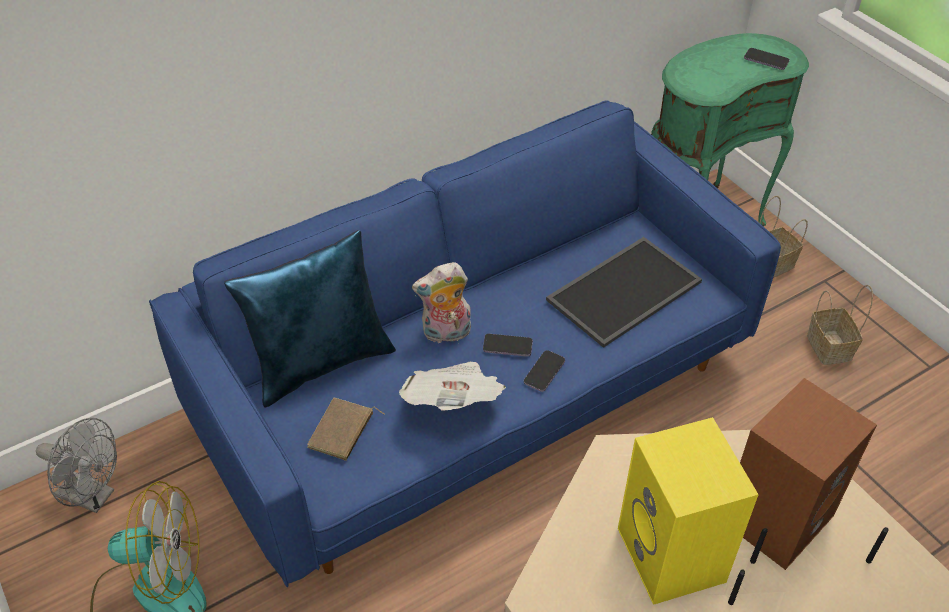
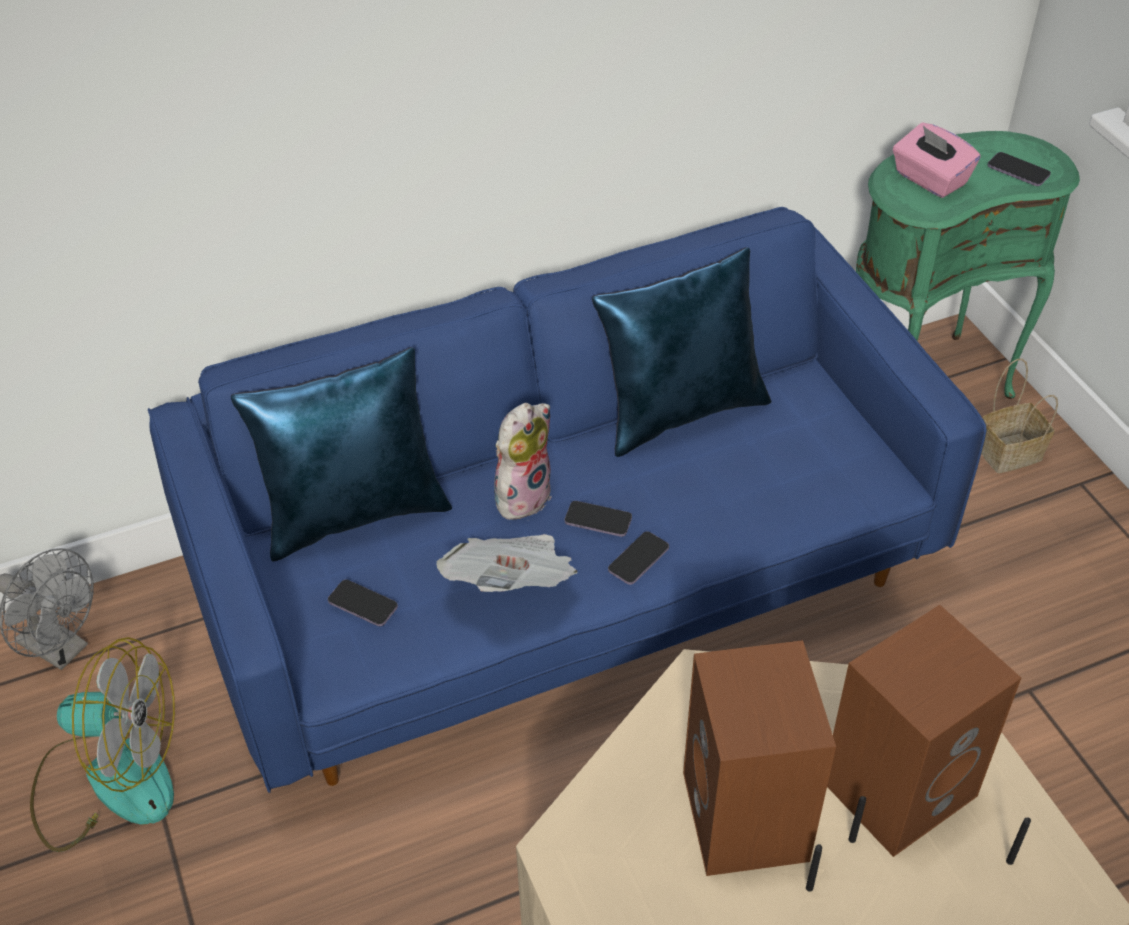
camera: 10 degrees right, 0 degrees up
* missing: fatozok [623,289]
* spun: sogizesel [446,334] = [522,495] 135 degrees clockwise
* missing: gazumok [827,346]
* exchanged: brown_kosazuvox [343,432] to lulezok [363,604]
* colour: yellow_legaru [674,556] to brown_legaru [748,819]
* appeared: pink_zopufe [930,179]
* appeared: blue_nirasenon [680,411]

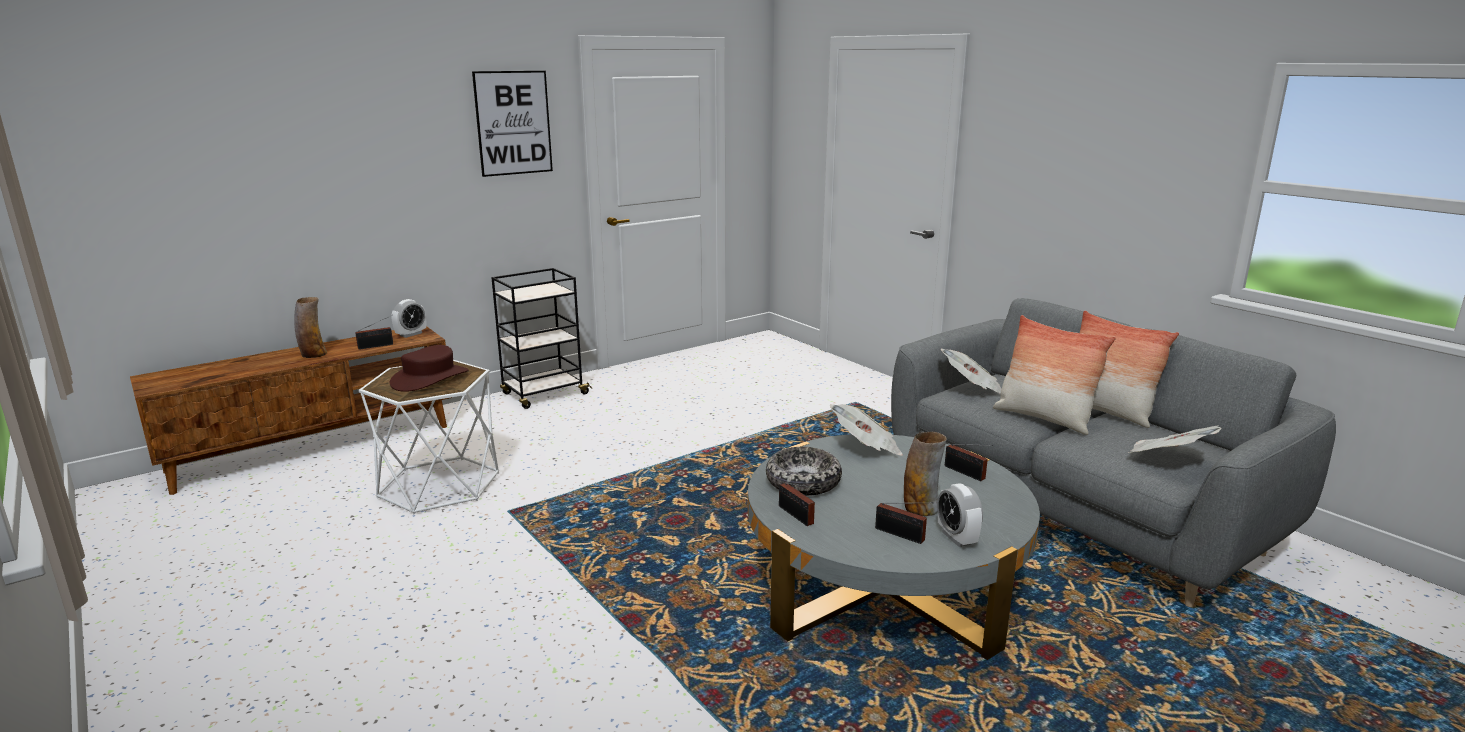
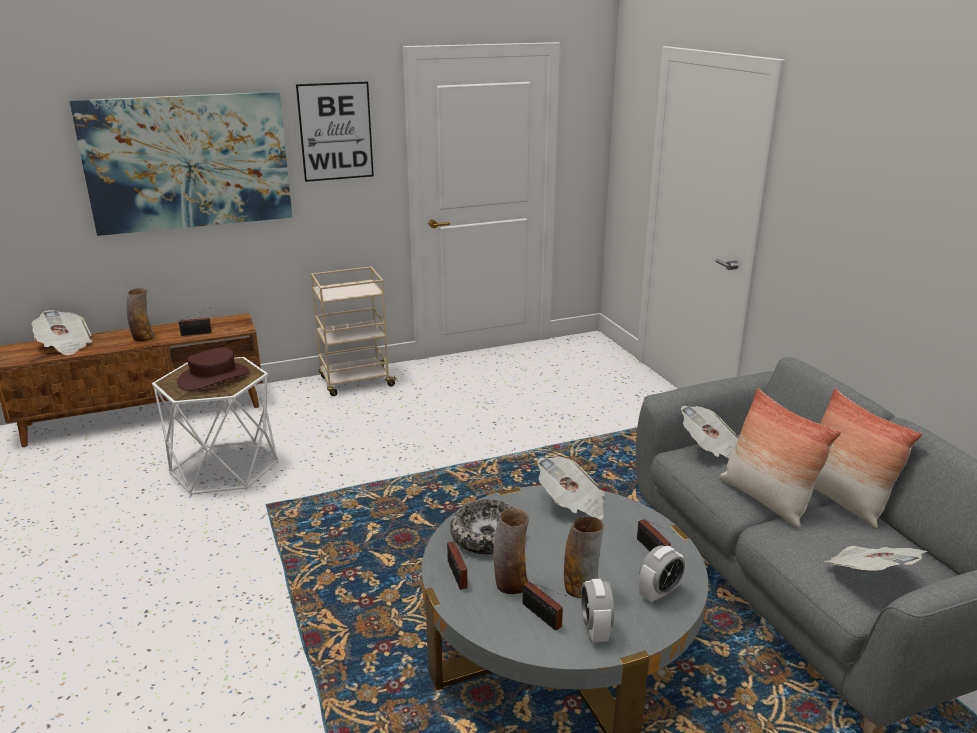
camera: 15 degrees right, 5 degrees up
* colour: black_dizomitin [544,394] to beige_dizomitin [355,382]
* relocated: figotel [411,334] to [659,594]
* appeared: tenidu [188,162]
* appeared: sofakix [65,345]
* appeared: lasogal [510,584]

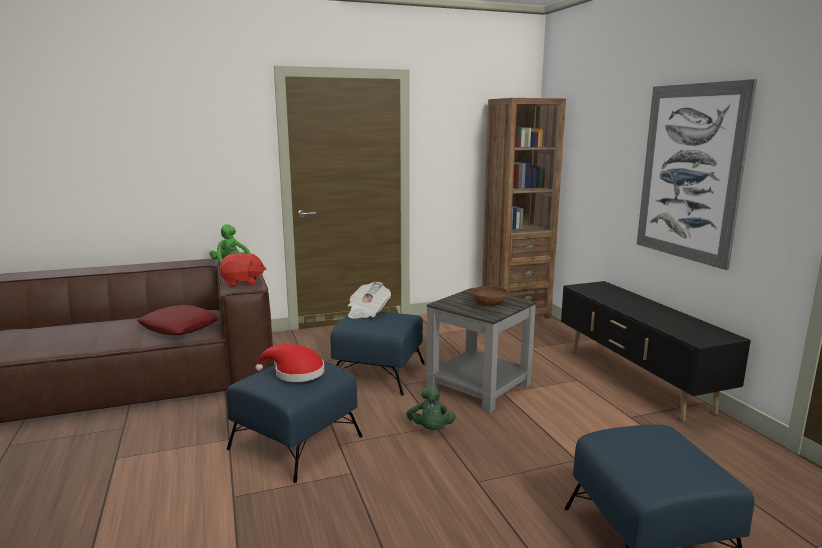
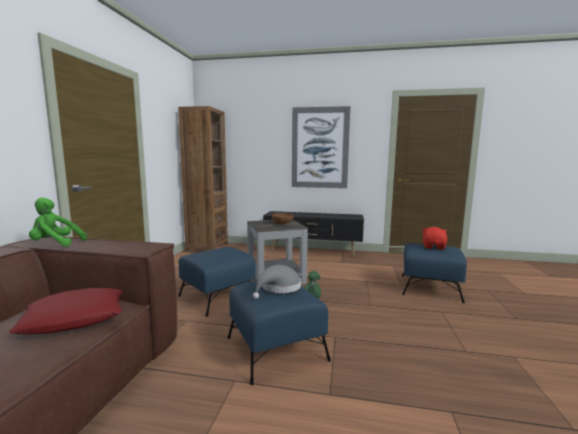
camera: 60 degrees left, 5 degrees down
* relocated: red_sogizesel [242,283] to [434,247]
* missing: sofakix [367,312]
* colour: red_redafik [295,373] to grey_redafik [279,288]

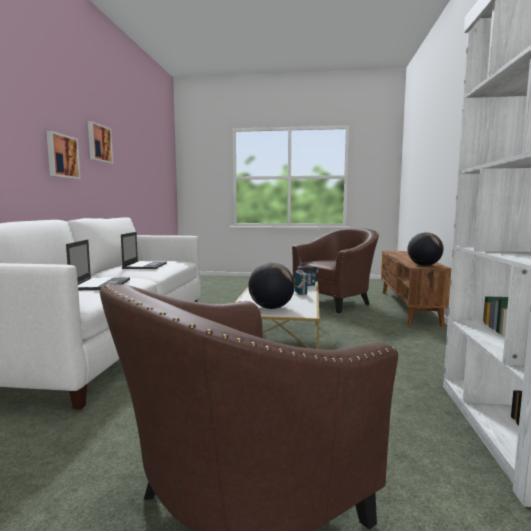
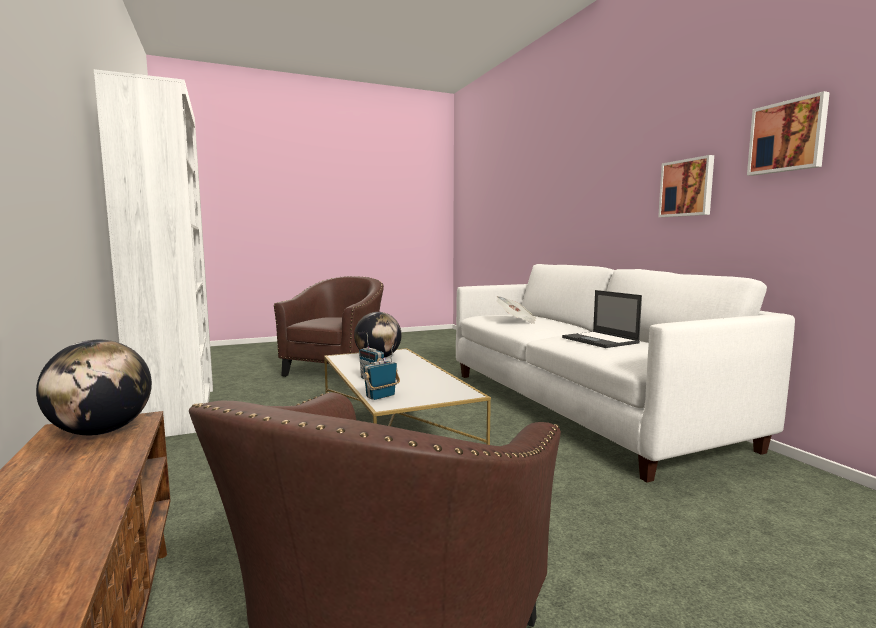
camera: 150 degrees right, 0 degrees up
* exchanged: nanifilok [101,284] to sofakix [516,321]

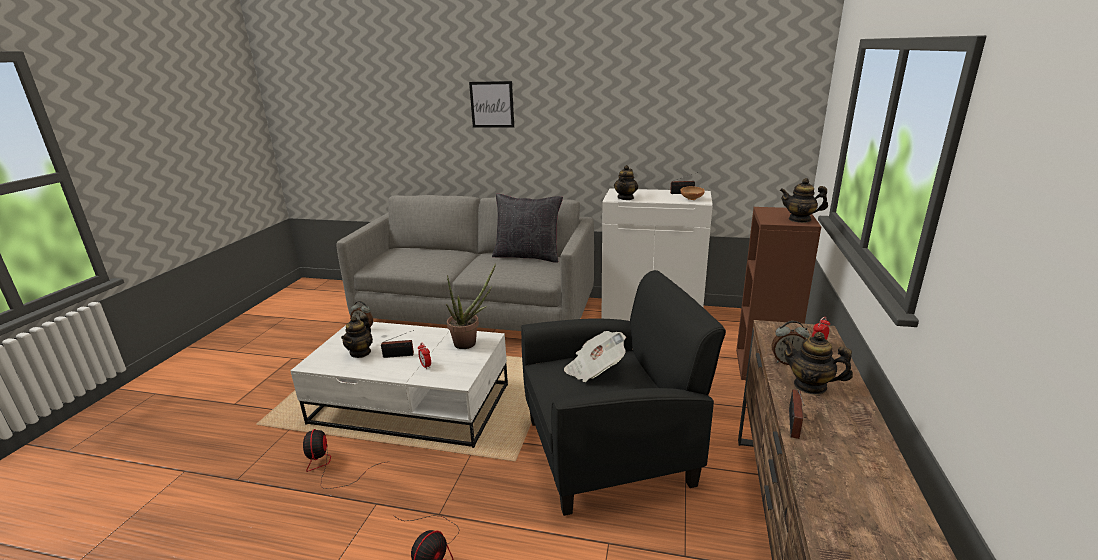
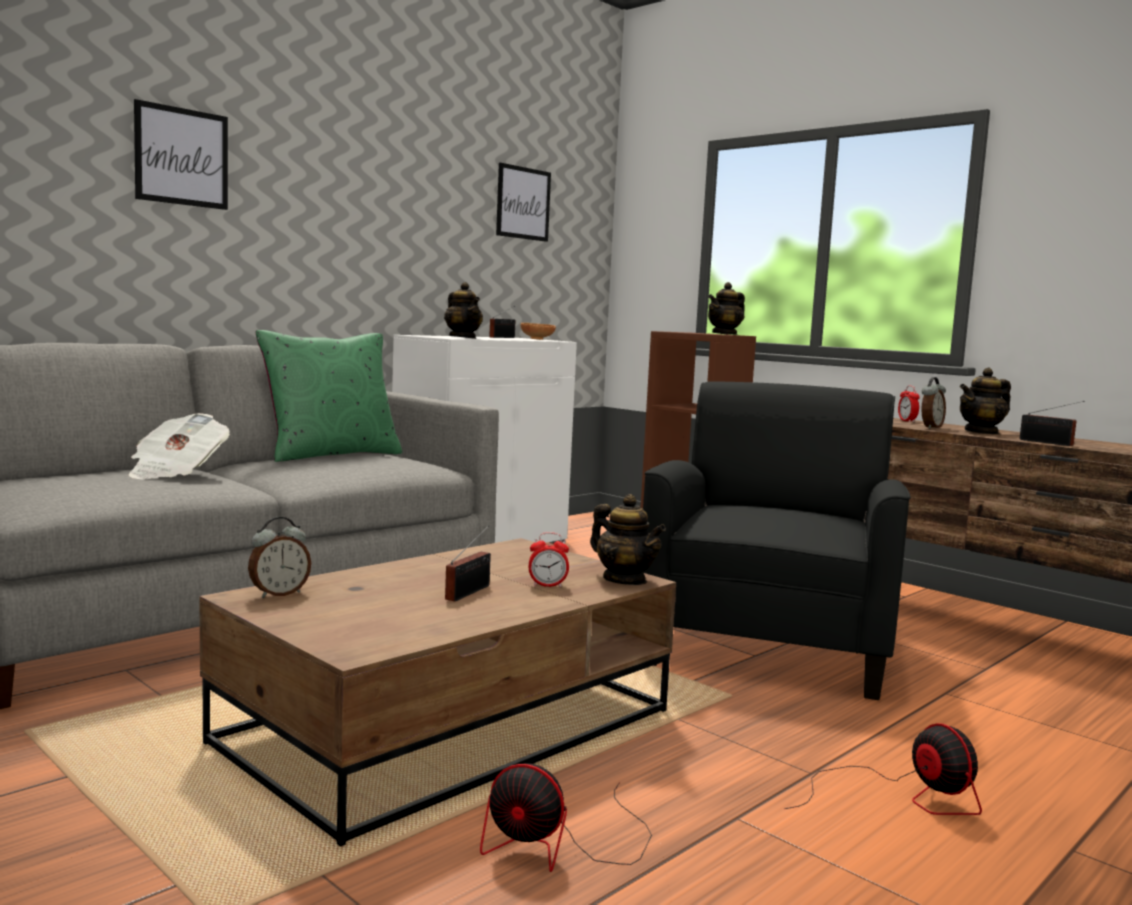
camera: 60 degrees left, 15 degrees down
* colour: black_nirasenon [528,256] to green_nirasenon [331,455]
* missing: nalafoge [470,342]
* relocated: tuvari [360,352] to [624,580]
* colour: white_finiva [412,404] to brown_finiva [450,726]
* relocated: sofakix [594,369] to [176,472]
* appeared: tenidu [523,203]

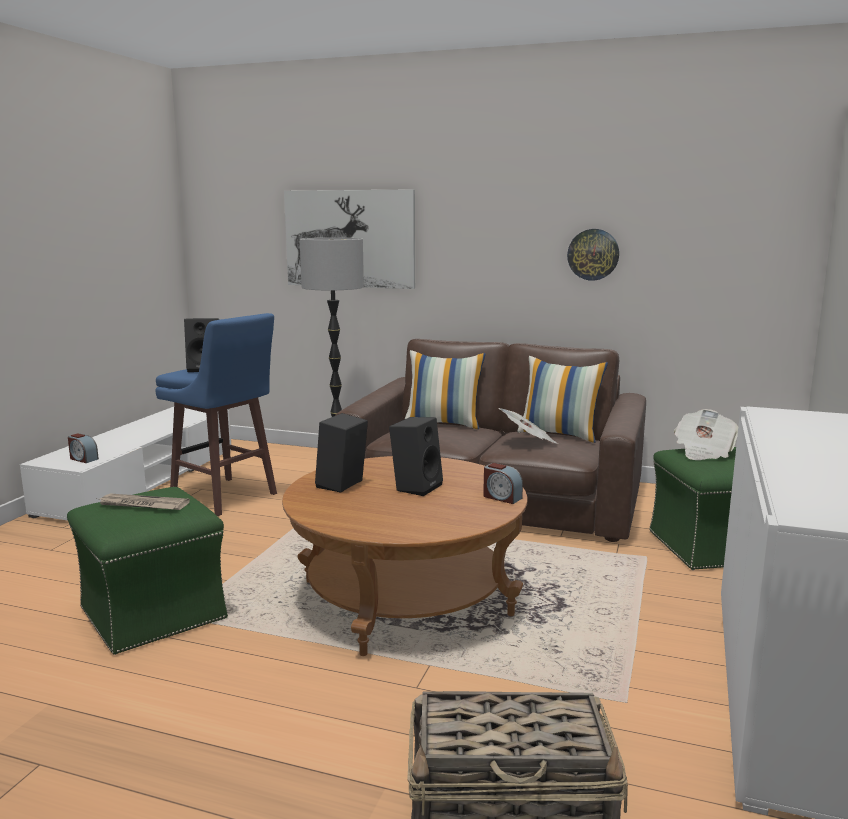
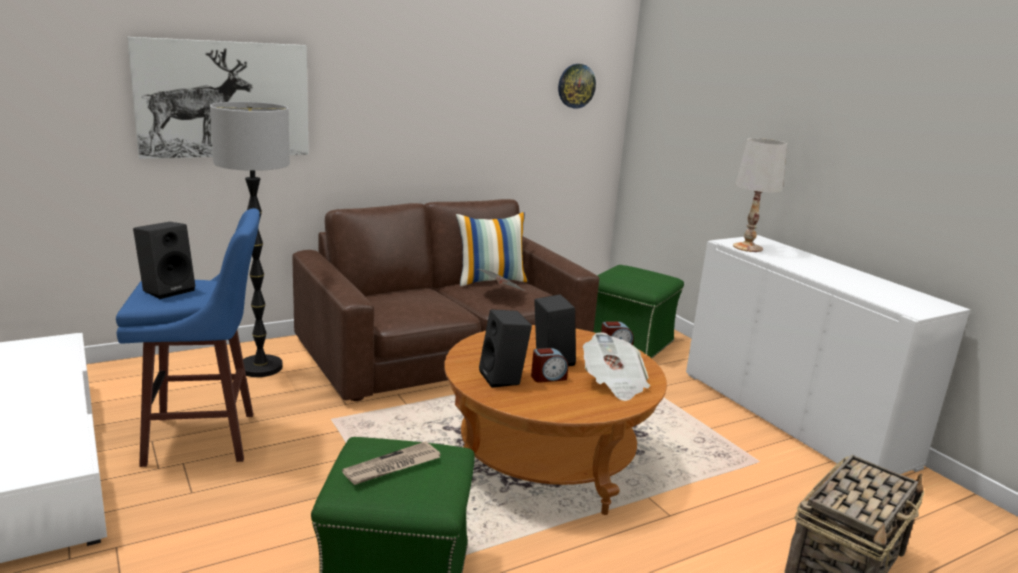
camera: 50 degrees left, 5 degrees up
* relocated: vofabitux [593,254] to [576,86]
* missing: nirasenon [443,423]
* relocated: sofakix [703,452] to [614,384]
* relocated: figotel [83,459] to [548,377]
* appeared: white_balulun [748,247]

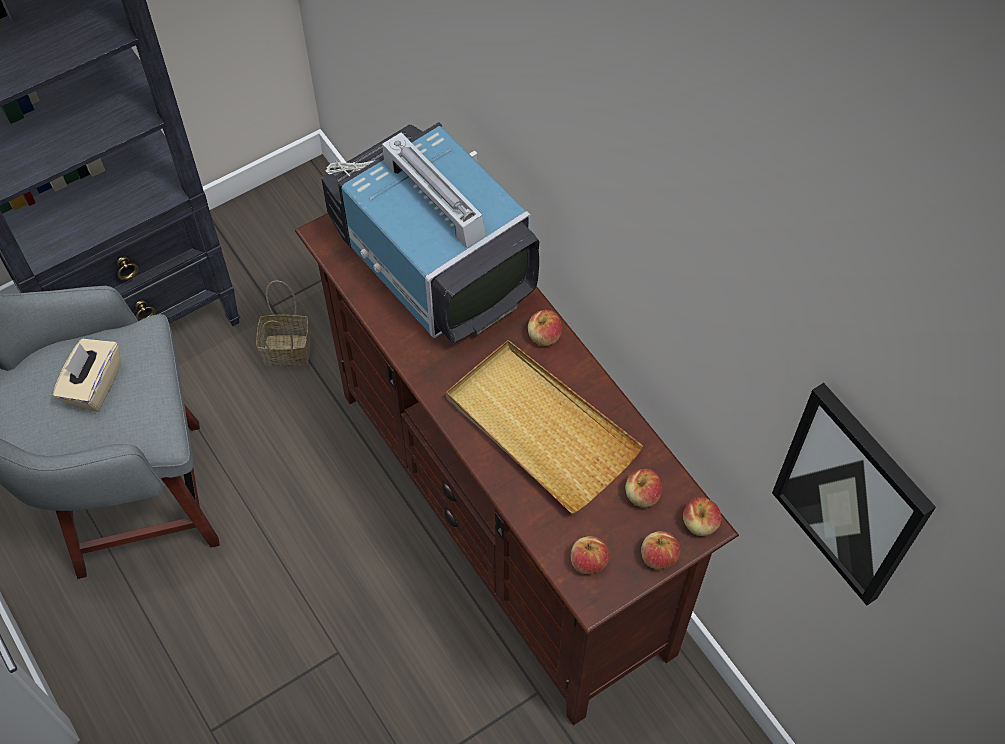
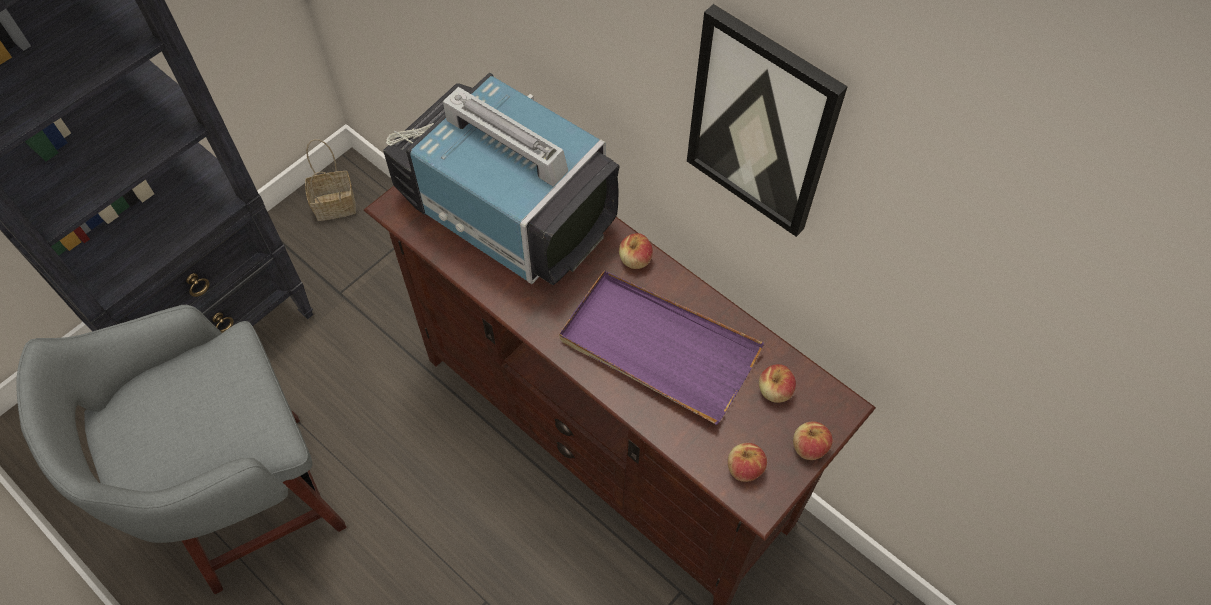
camera: 15 degrees left, 0 degrees up
* relocated: gazumok [288,349] to [336,204]
* missing: beige_zopufe [93,385]
* colour: beige_fatozok [540,428] to purple_fatozok [658,348]
* relocated: tenidu [851,495] to [761,124]
* missing: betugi [700,523]

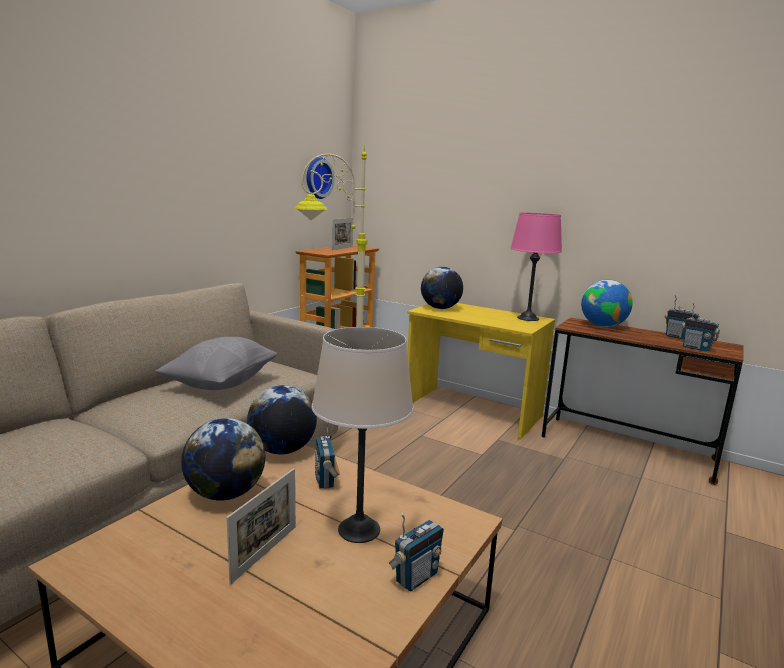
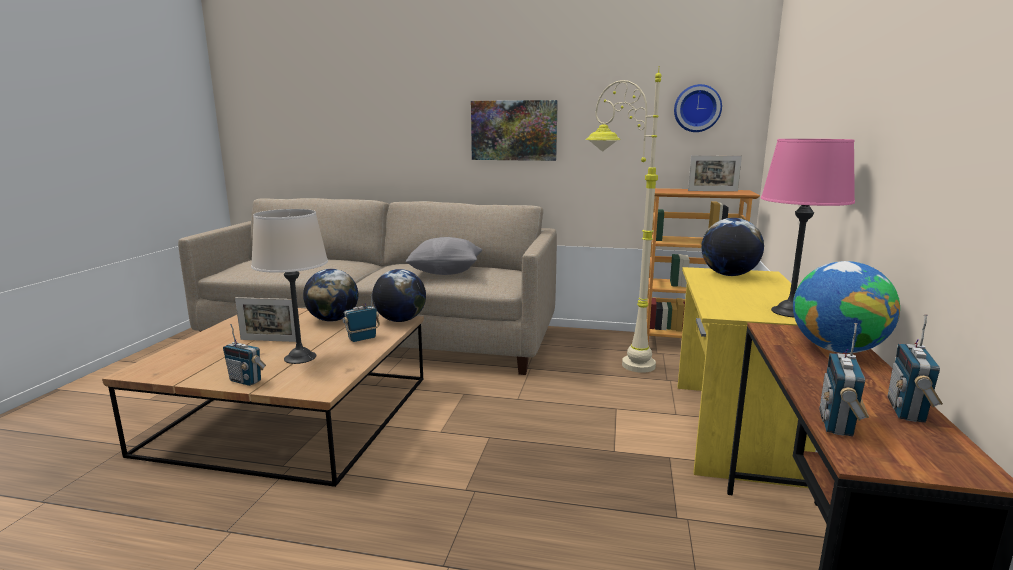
camera: 70 degrees right, 0 degrees up
* appeared: tenidu [514,130]

